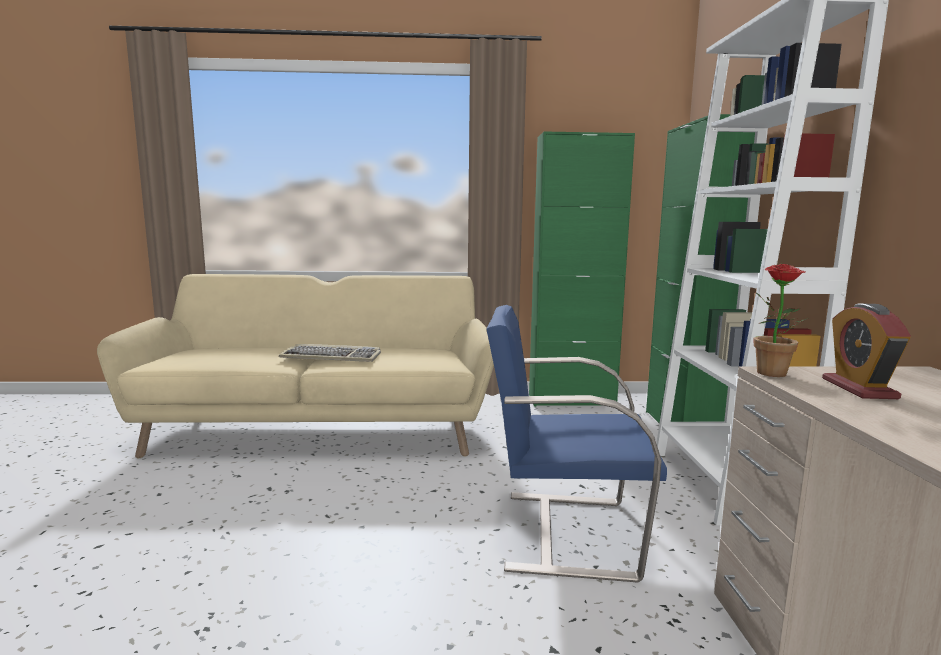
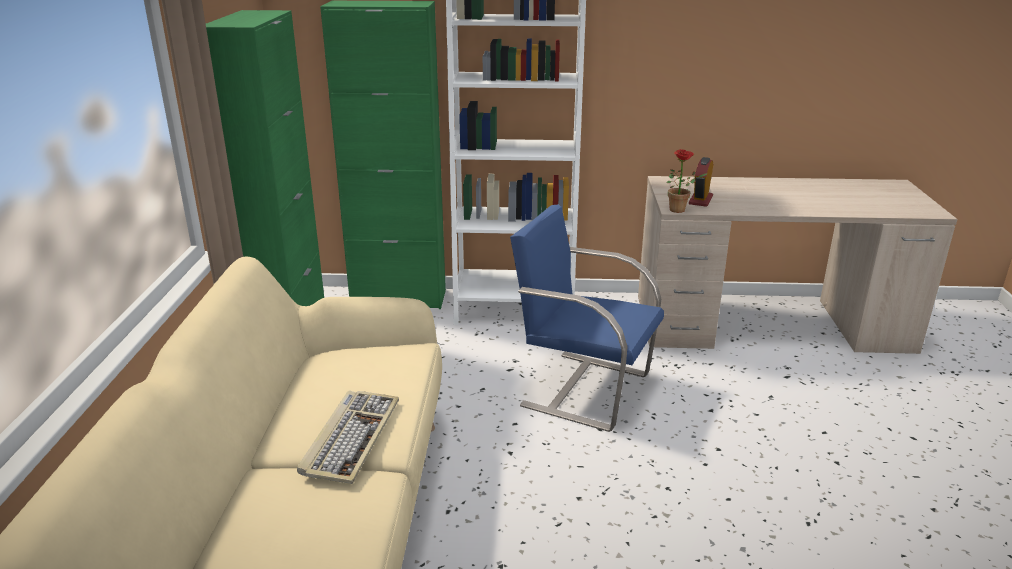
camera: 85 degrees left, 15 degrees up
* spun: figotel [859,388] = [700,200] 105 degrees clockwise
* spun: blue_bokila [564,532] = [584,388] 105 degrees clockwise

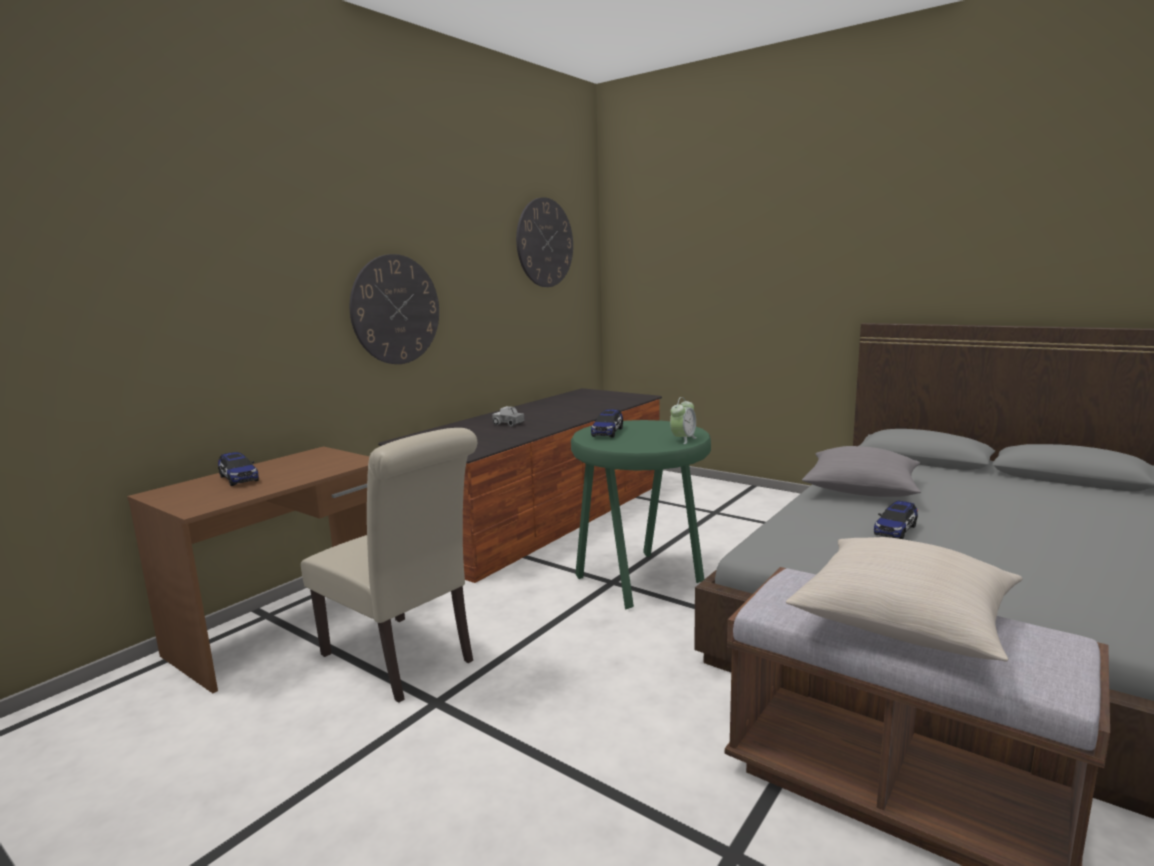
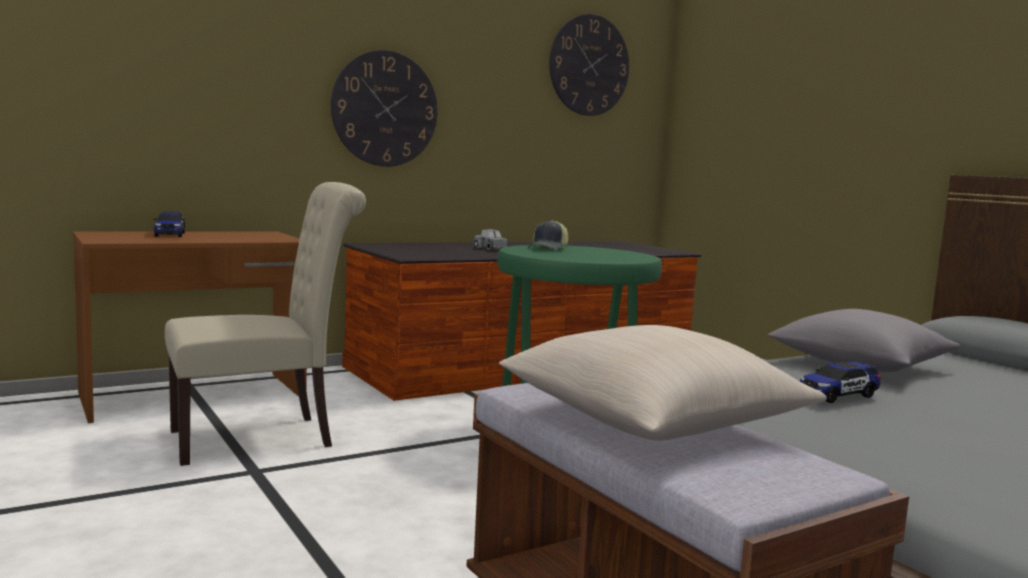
camera: 20 degrees right, 5 degrees down
* missing: figotel [683,440]
* exchanged: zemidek [607,432] to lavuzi [549,248]
* spun: beige_bokila [404,660] = [262,438] 90 degrees counterclockwise

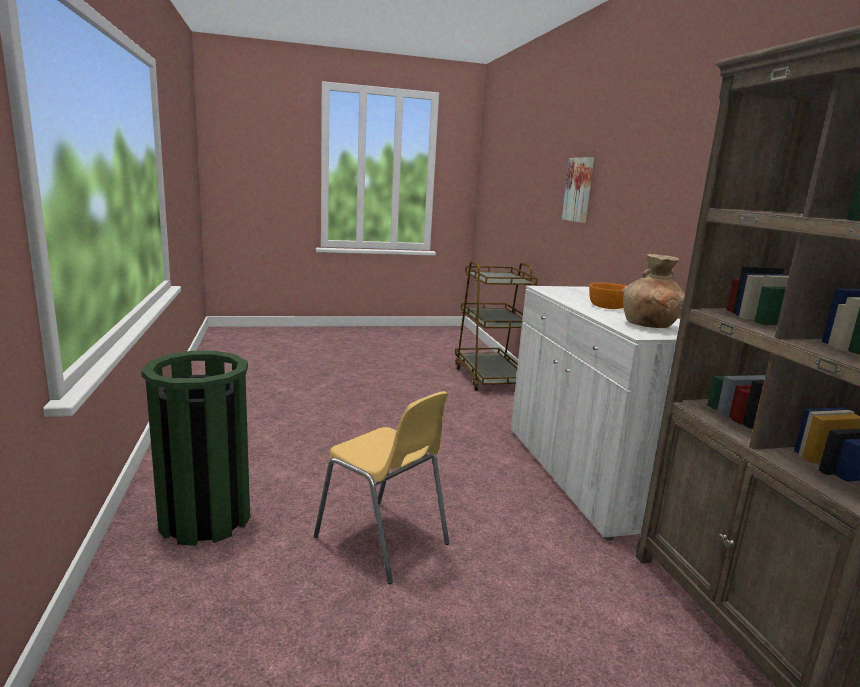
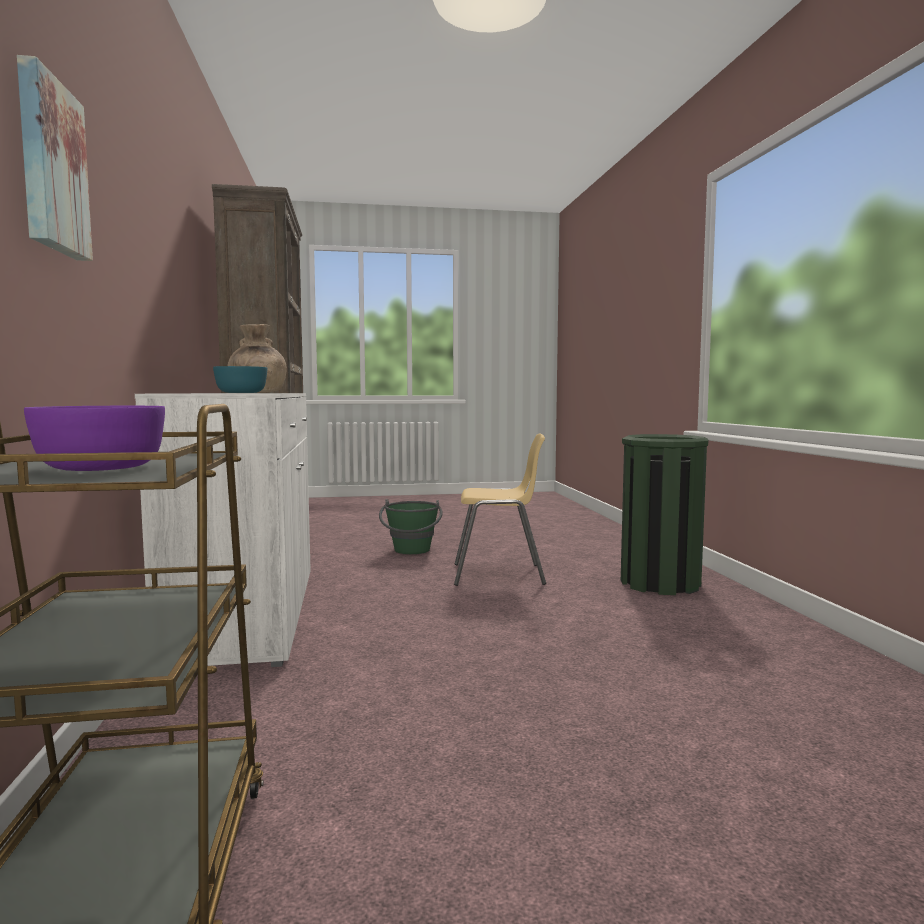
camera: 175 degrees left, 10 degrees down
* colour: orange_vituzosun [608,306] to turquoise_vituzosun [241,392]
* spun: yellow_bokila [383,541] = [499,574] 135 degrees clockwise
* appeared: purple_vituzosun [103,467]
* appeared: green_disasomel [411,552]

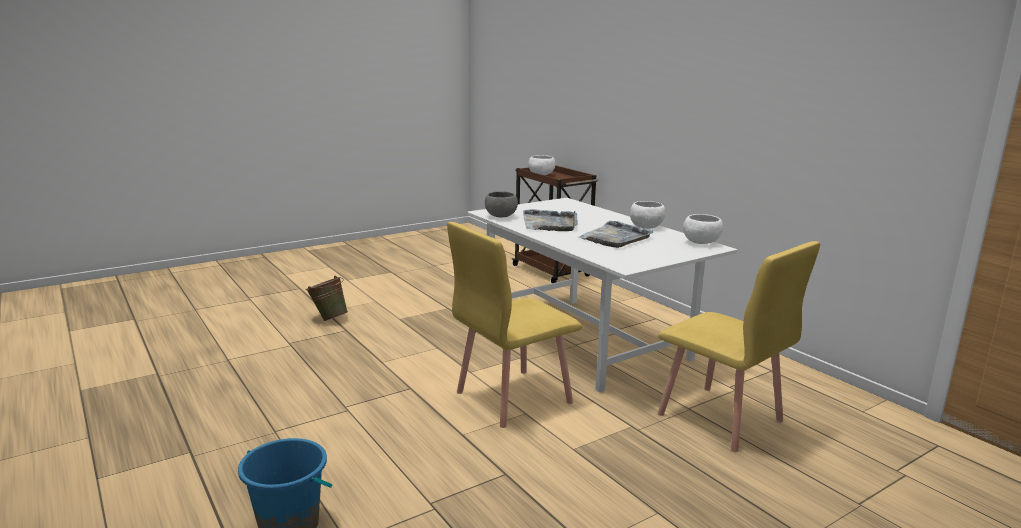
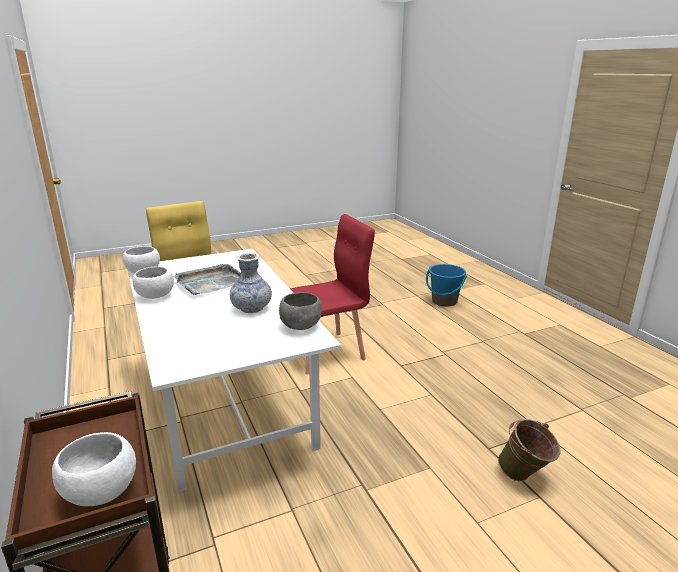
camera: 170 degrees left, 5 degrees up
* exchanged: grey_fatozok [550,223] to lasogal [251,308]
* colour: yellow_bokila [512,397] to red_bokila [325,352]

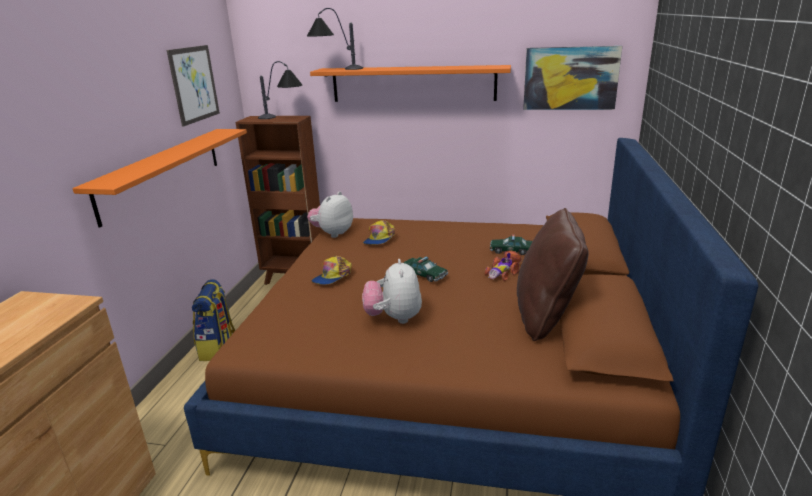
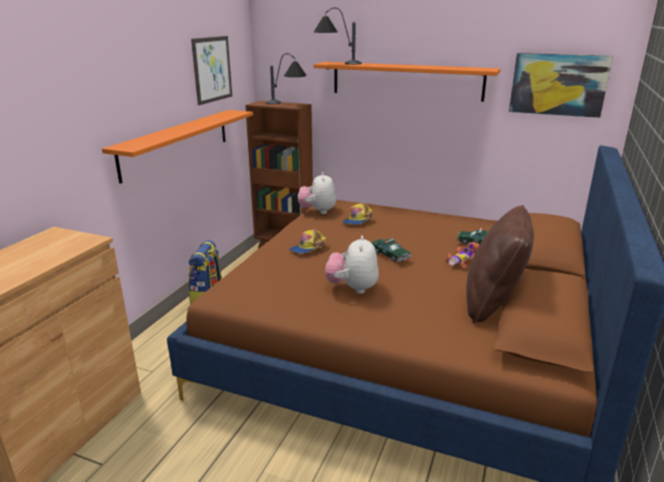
camera: 10 degrees right, 0 degrees up
* spun: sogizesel [332,233] = [317,211] 45 degrees counterclockwise

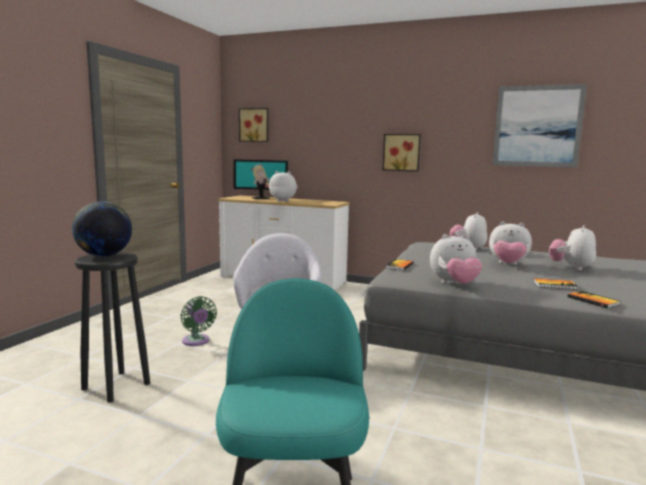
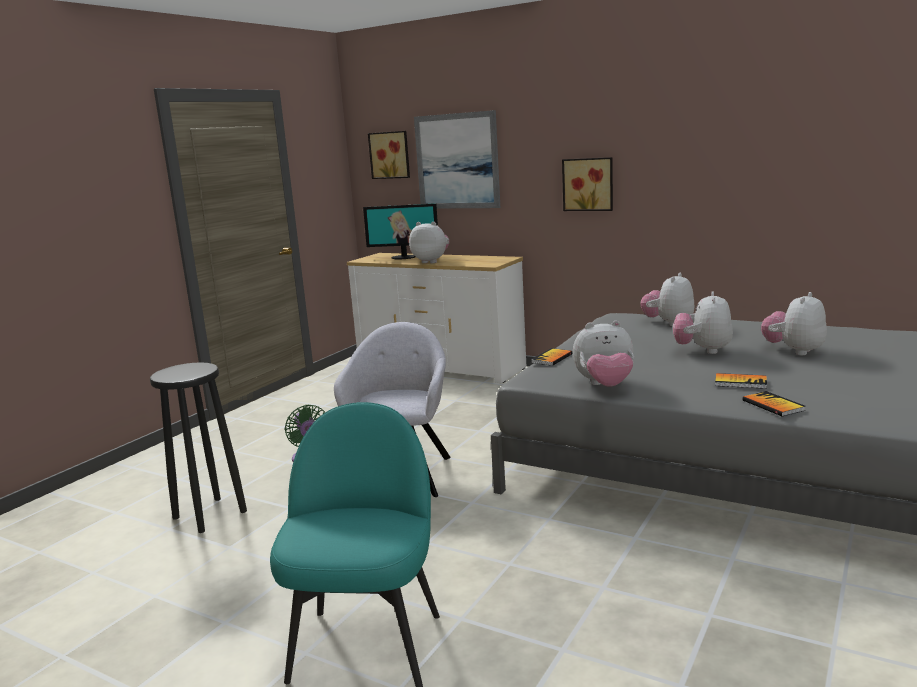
camera: 10 degrees right, 5 degrees up
* relocated: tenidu [537,126] to [457,161]
* missing: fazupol [104,256]
* spun: sogizesel [508,265] = [703,350] 75 degrees clockwise

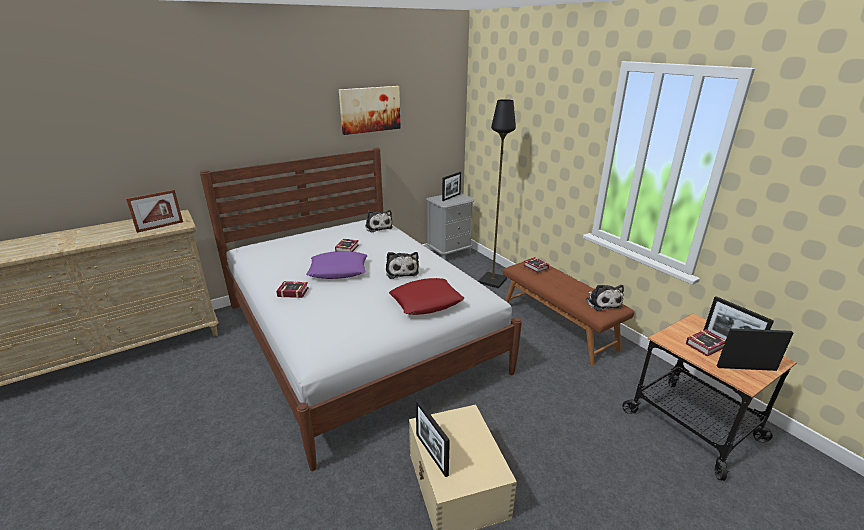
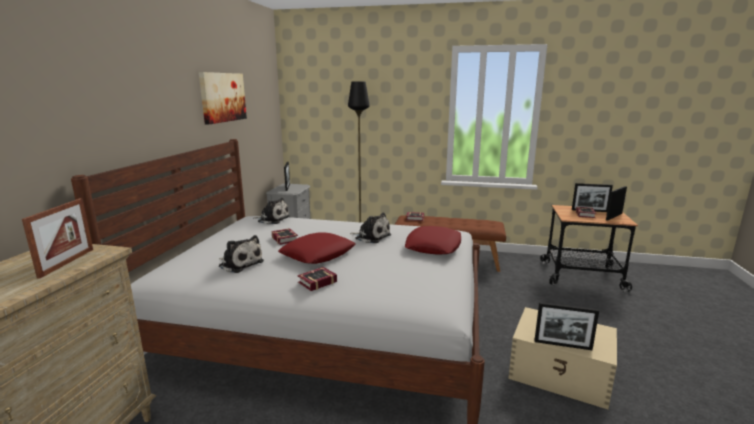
camera: 45 degrees left, 10 degrees down
* colour: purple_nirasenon [338,270] to red_nirasenon [318,254]
* relocated: sogizesel [602,302] to [240,264]

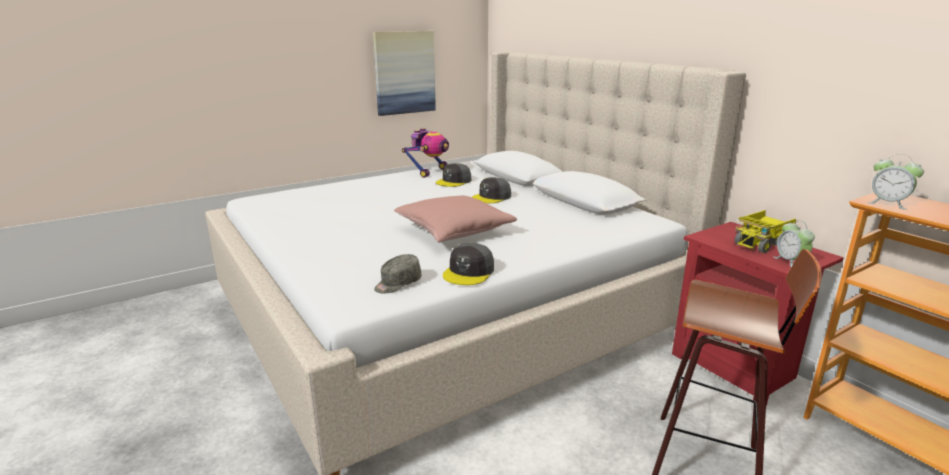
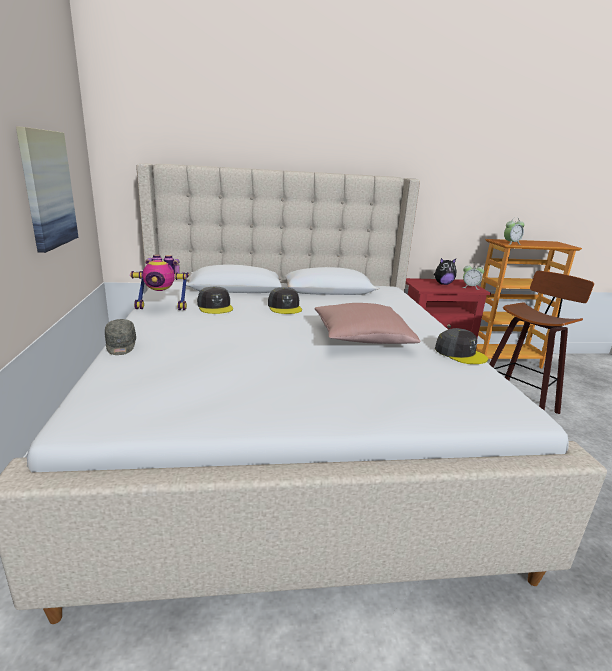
camera: 65 degrees left, 0 degrees up
* spun: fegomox [429,172] = [162,307] 120 degrees clockwise
* exchanged: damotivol [761,244] to sogizesel [443,284]
* relocated: grey_lavuzi [397,284] to [121,346]

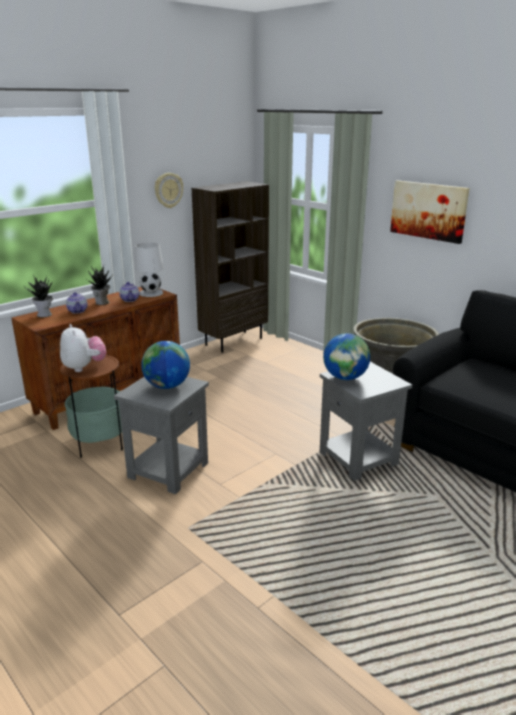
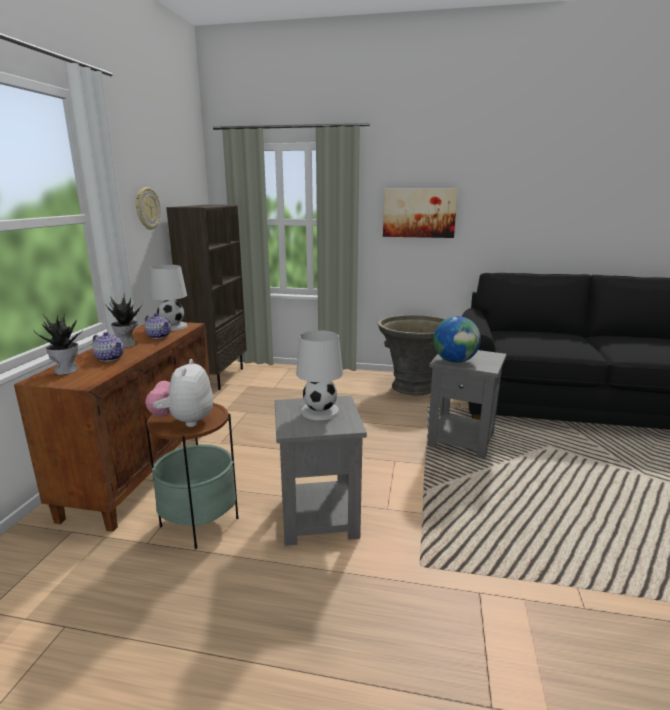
camera: 35 degrees left, 5 degrees down
* spun: sogizesel [84,367] = [184,421] 120 degrees counterclockwise
* exchanged: fazupol [167,386] to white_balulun [319,411]

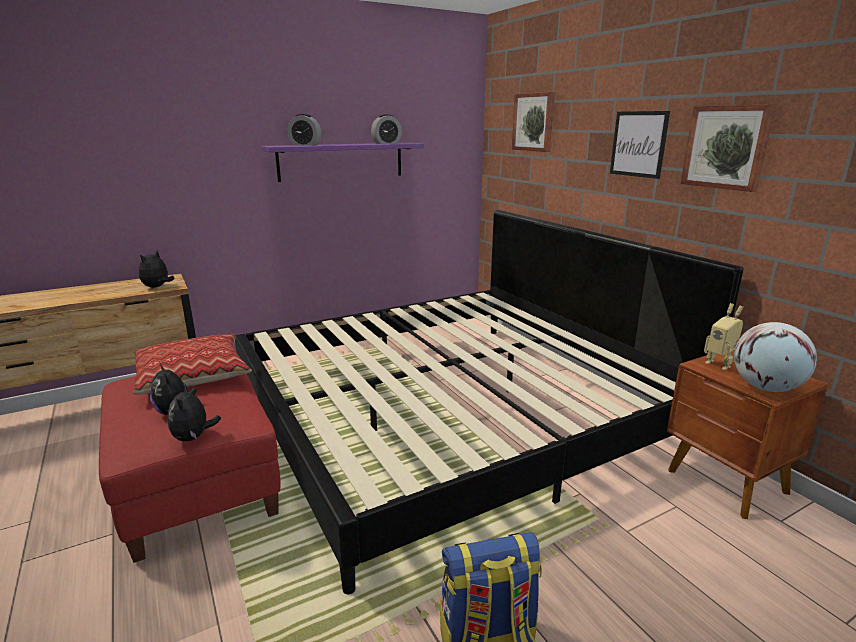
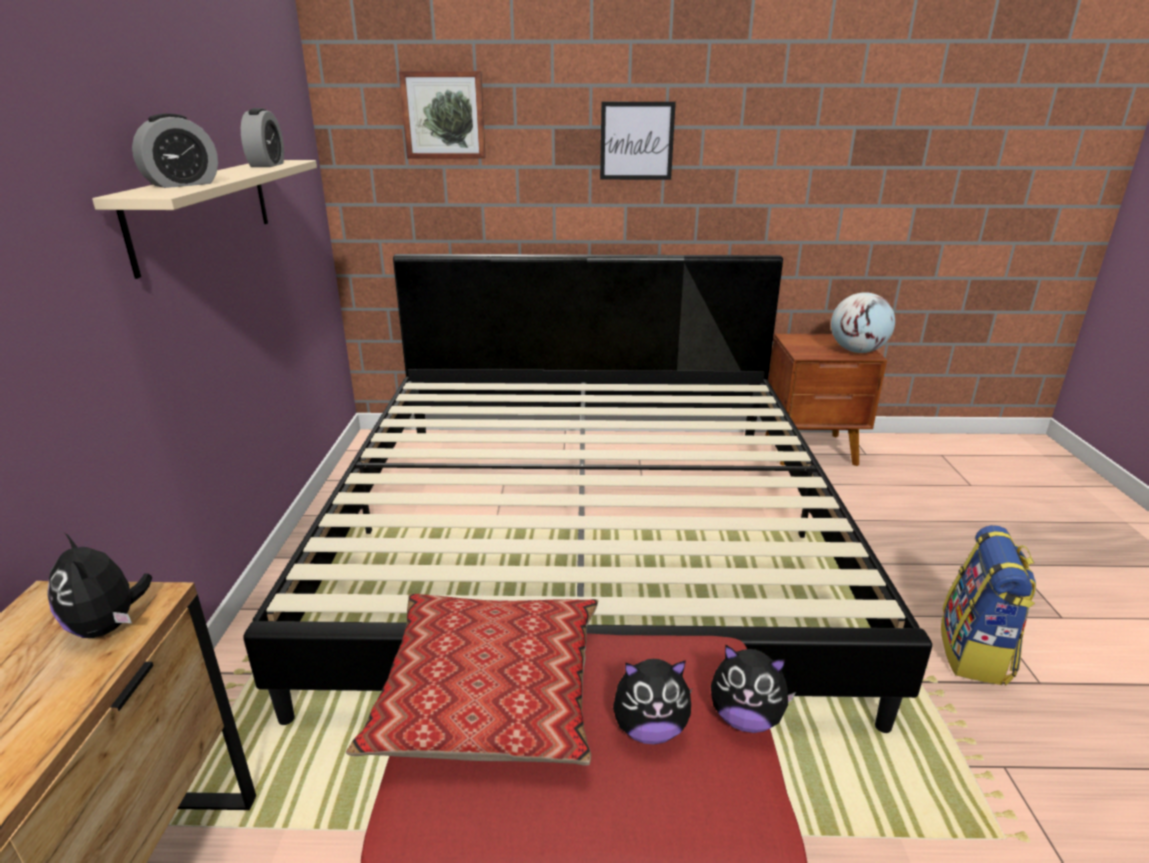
camera: 60 degrees left, 5 degrees up
* missing: tenidu [726,147]
* colour: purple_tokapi [341,161] to beige_tokapi [203,211]
* missing: fegomox [719,364]

